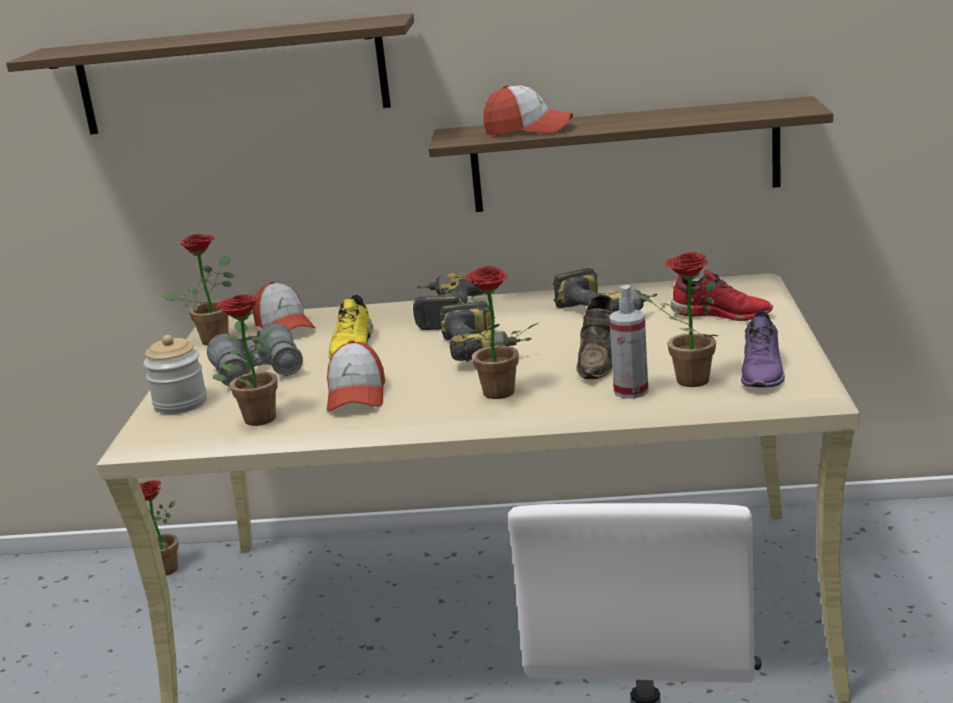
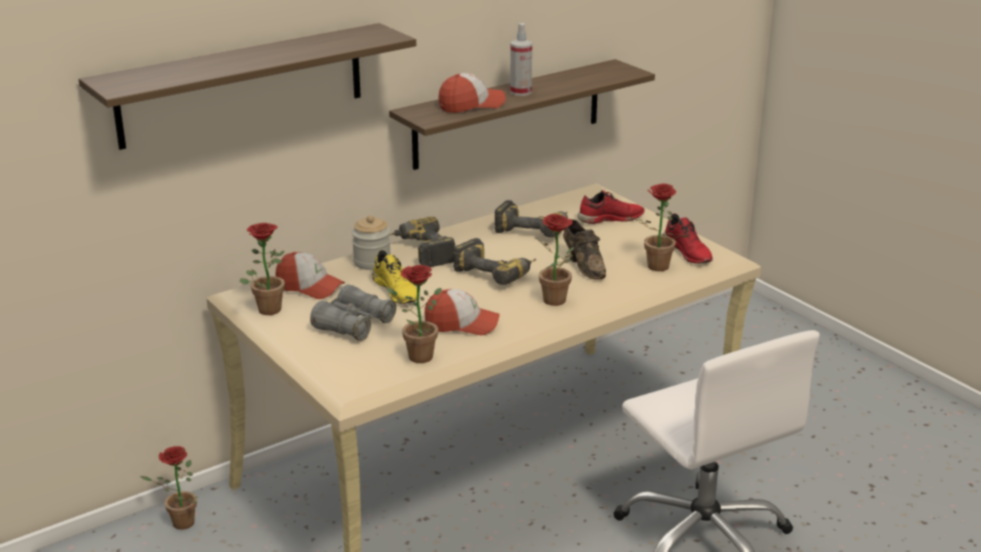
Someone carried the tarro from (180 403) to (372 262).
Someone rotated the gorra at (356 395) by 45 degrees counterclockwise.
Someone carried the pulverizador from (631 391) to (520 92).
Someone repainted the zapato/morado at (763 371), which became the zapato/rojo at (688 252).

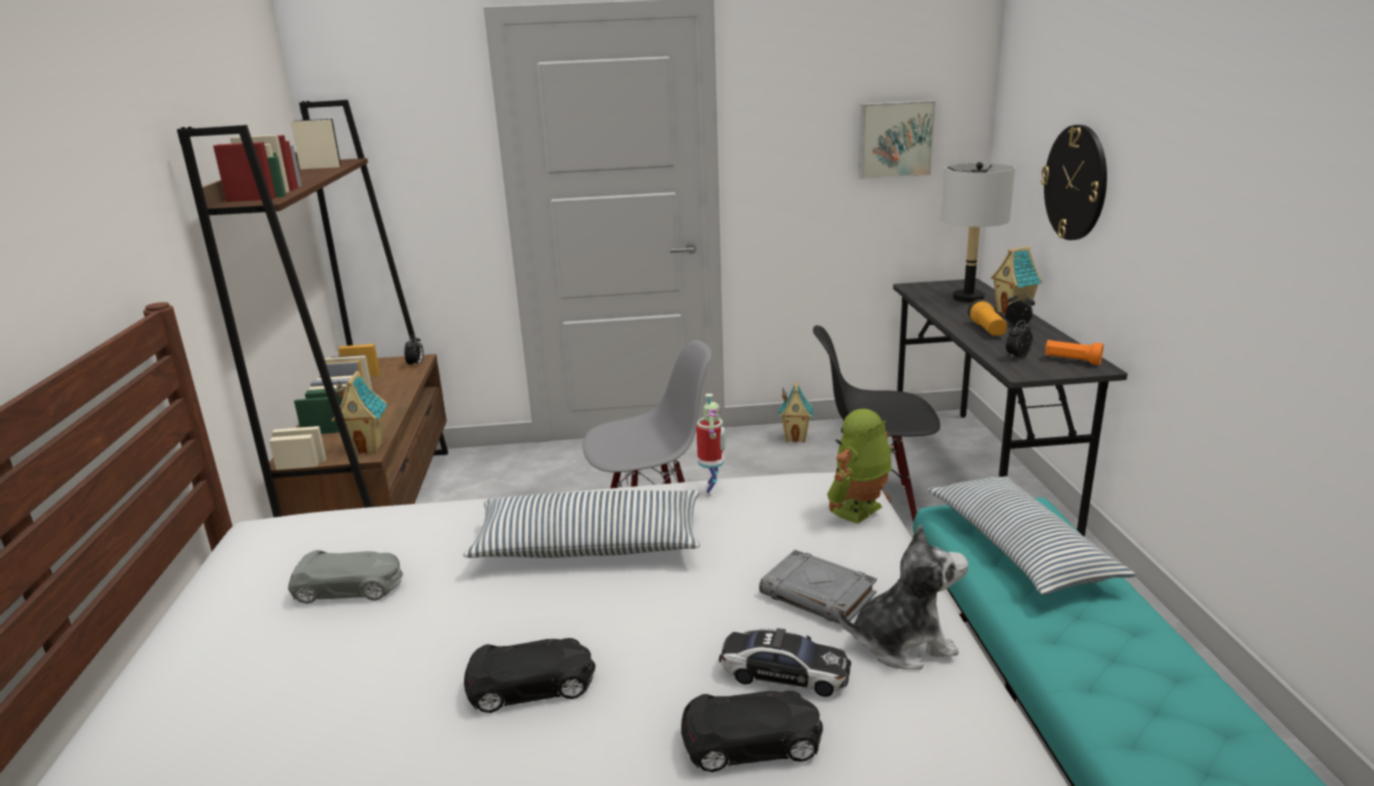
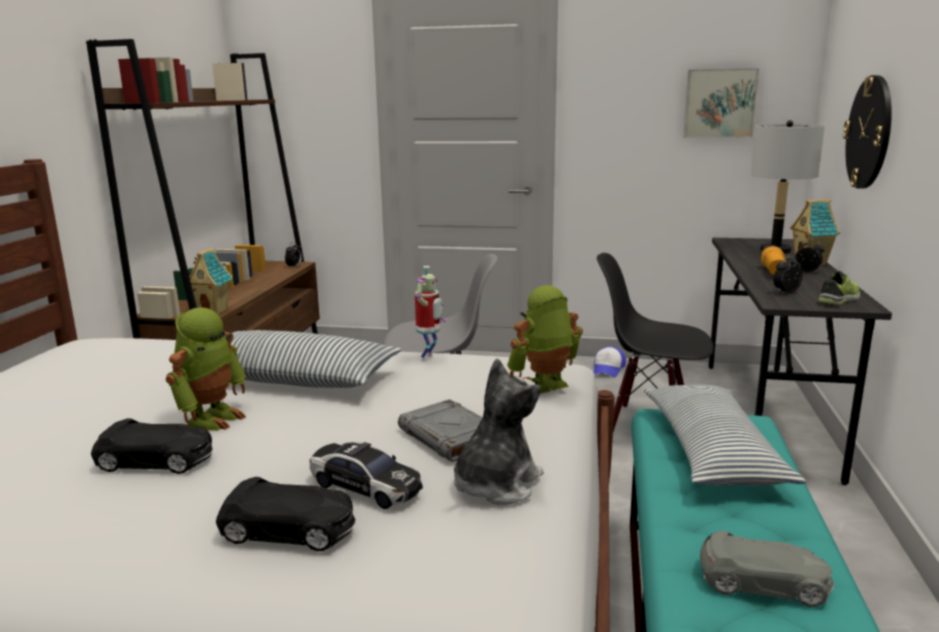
Someone put down the robot de juguete at (212 418).
Someone rotated the peluche at (902 643) by 60 degrees counterclockwise.
Someone swapped the casita at (796 438) for the gorra at (608 369).
Someone carried the coche de juguete/gris from (350 587) to (763 582).
Someone swapped the linterna/naranja at (1071 361) for the zapato at (839 299).

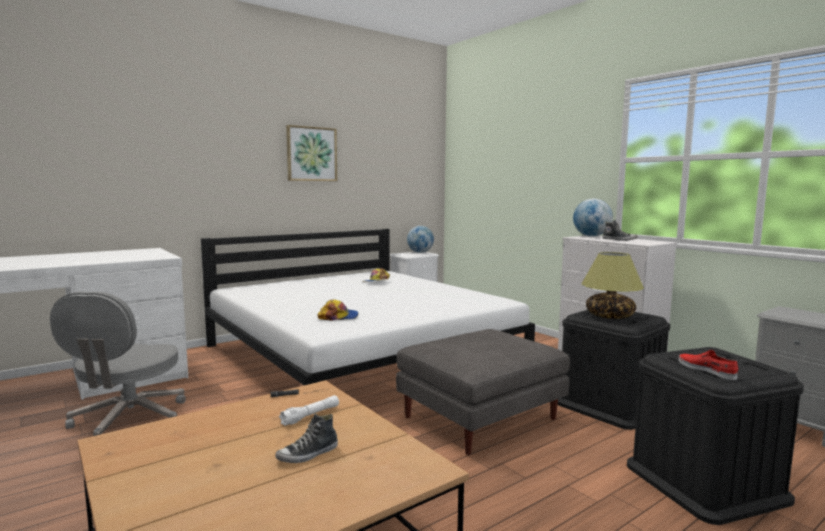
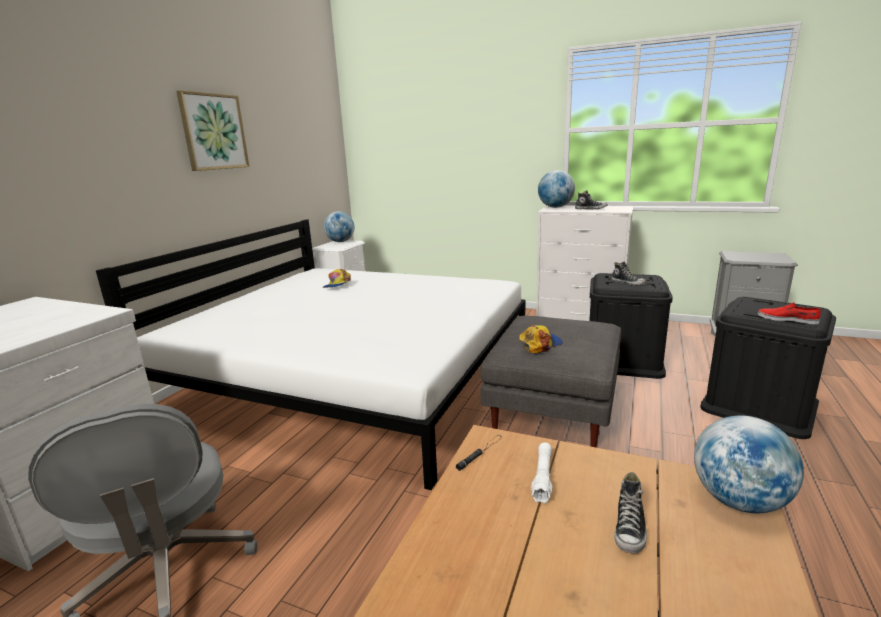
Someone carried the gorra from (338 317) to (540 344).
Someone swapped the lámpara de mesa at (609 316) for the zapato at (628 283).
Someone put down the globo terráqueo at (738 501).

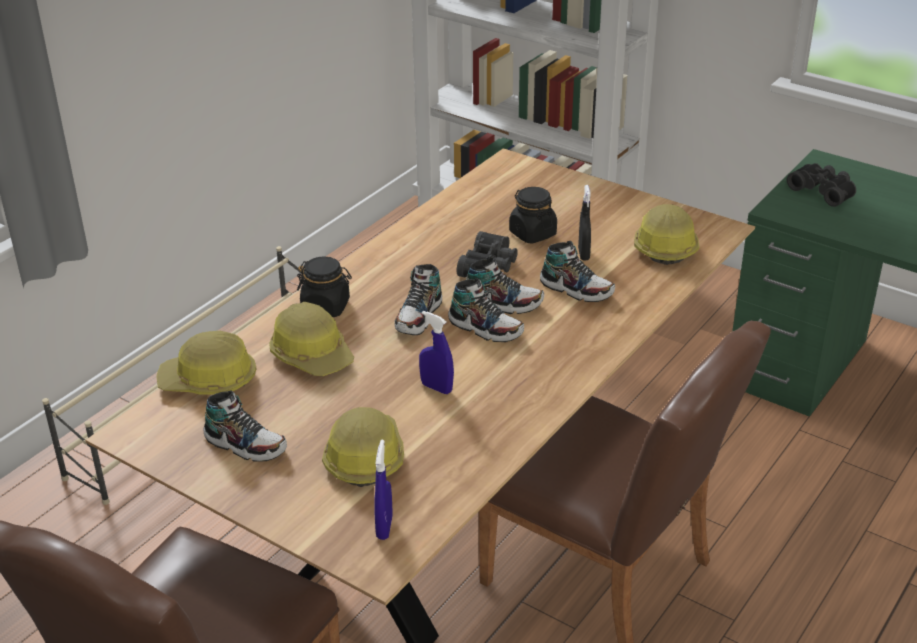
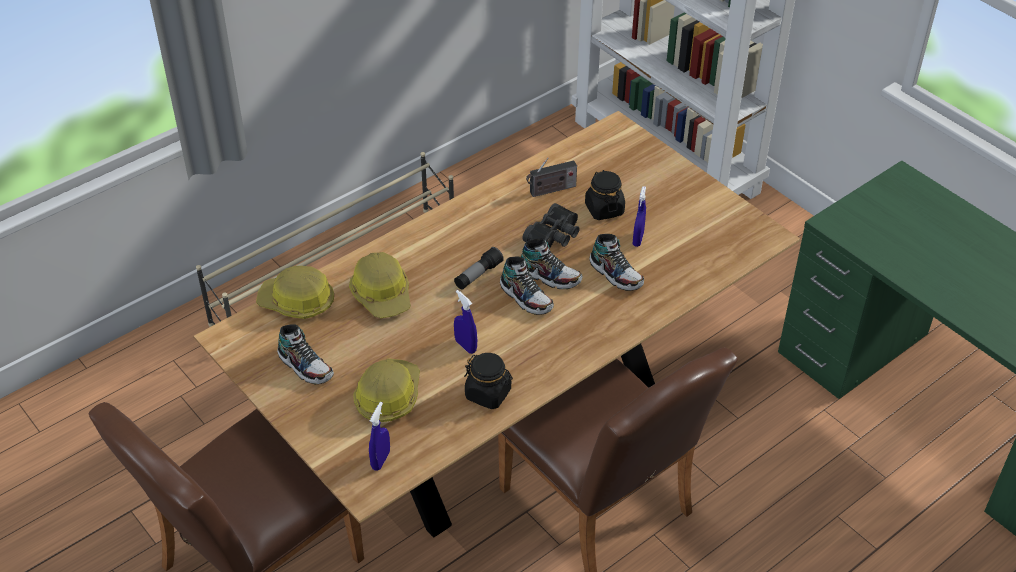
Someone swapped the zapato at (419 317) for the linterna at (478 275).
Someone carried the tarro/negro from (326 307) to (488 394).
Someone put down the radio at (550 190).
Someone repainted the pulverizador/negro at (583 254), which became the pulverizador/azul at (638 239).
Someone took away the casco at (664 246).
Someone took away the prismáticos/negro at (823 191).

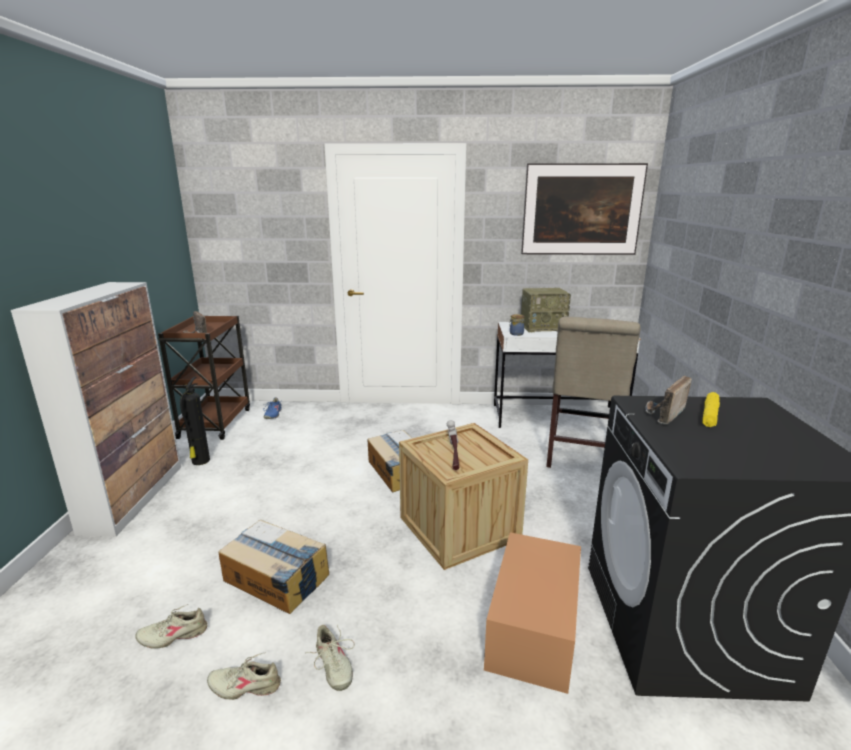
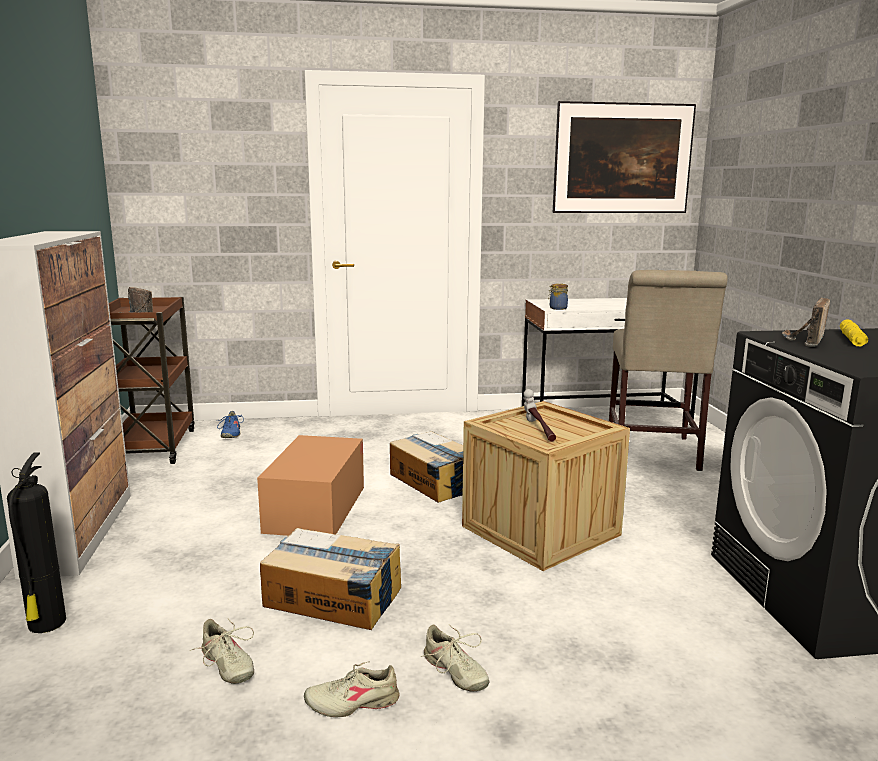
Someone carried the extintor from (200 461) to (46 625).
Someone rotated the zapato/beis at (174 635) by 105 degrees counterclockwise.
Someone carried the caja de cartón from (533 627) to (316 509).
Someone took away the radio at (543 327).

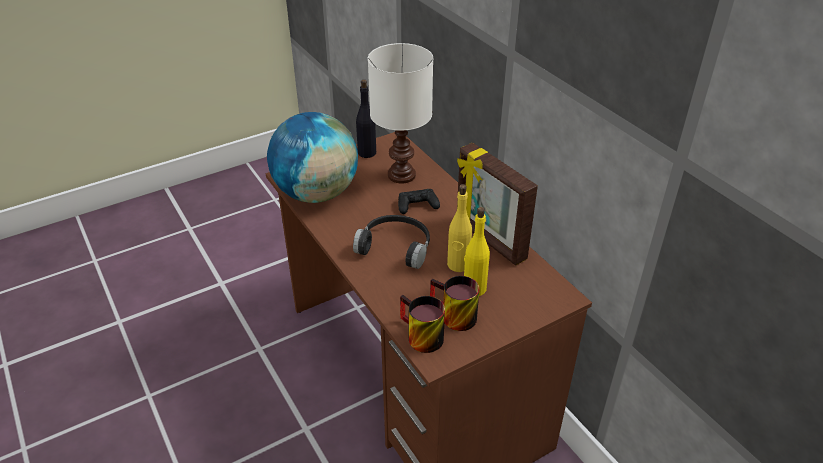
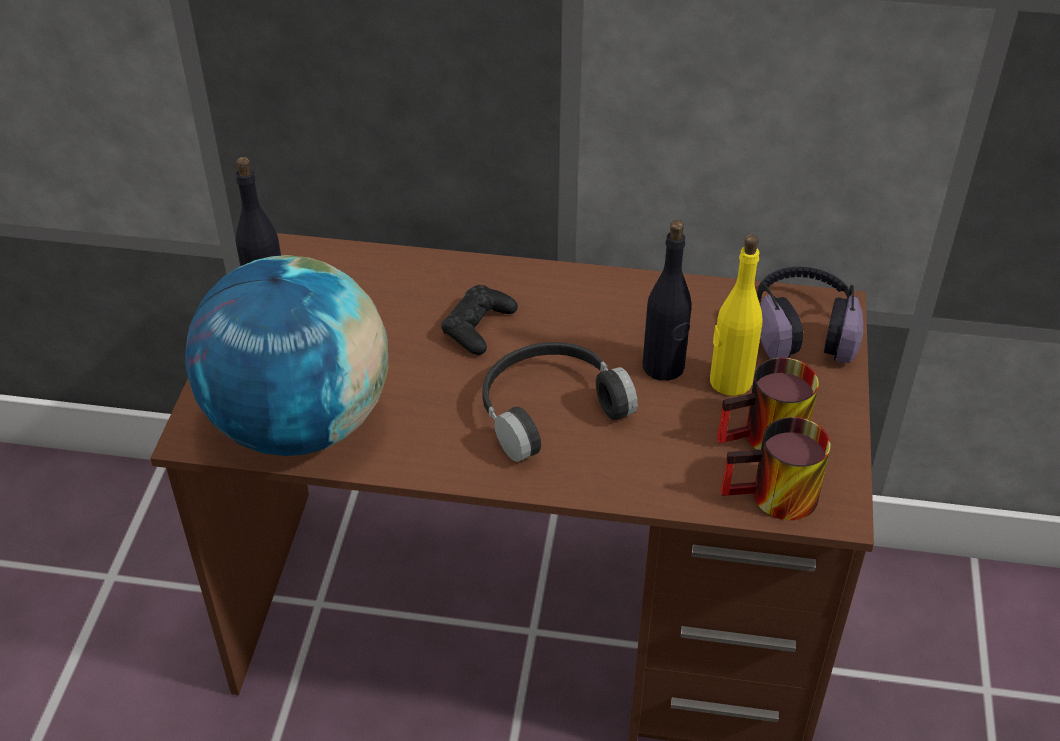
Someone repainted the botella/amarillo at (458 265), which became the botella/negro at (663 367).
Someone put down the auriculares at (803 329).
Someone took away the lámpara de mesa/blanco at (400 175).
Someone took away the portarretratos at (489 240).

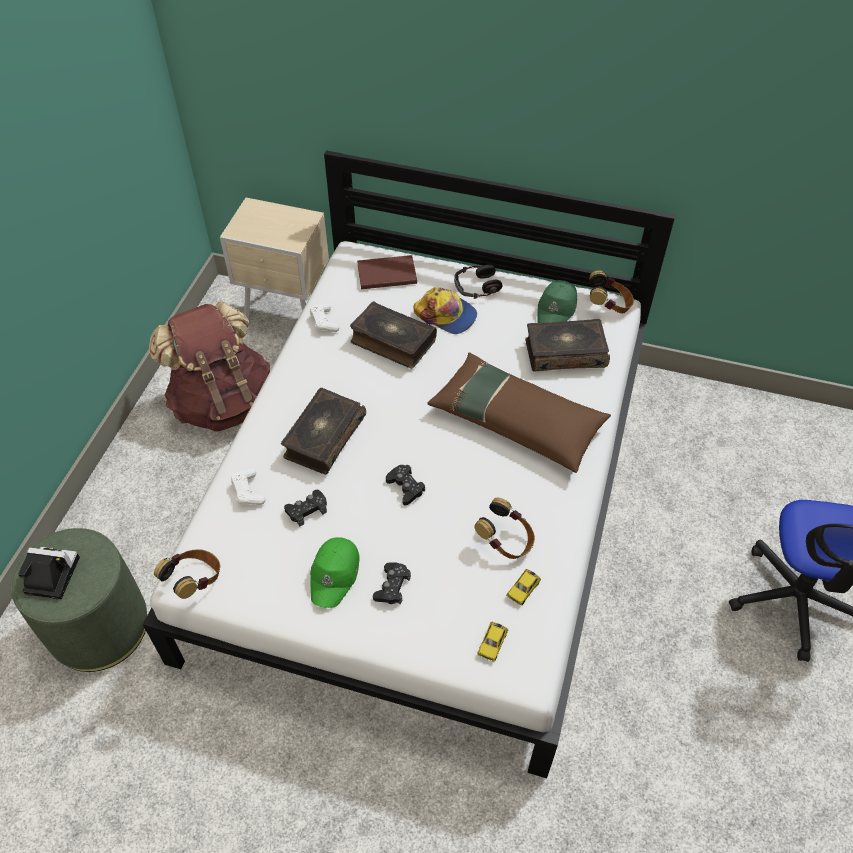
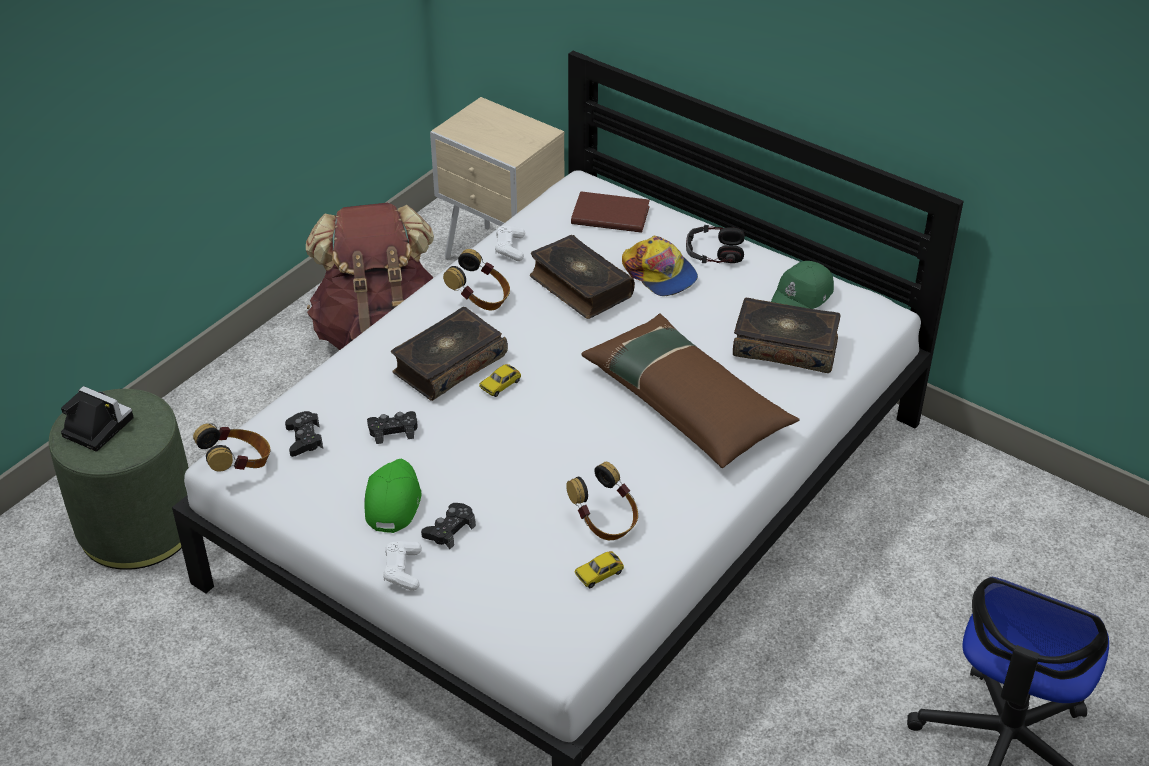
Someone carried the mando de consola/negro from (405 487) to (304 439).
Someone rotated the gorra/verde at (335 574) by 150 degrees clockwise.
Someone carried the mando de consola/blanco from (248 491) to (403 570).
Someone carried the auriculares from (609 306) to (480 299).
Someone carried the coche de juguete from (492 644) to (500 384).

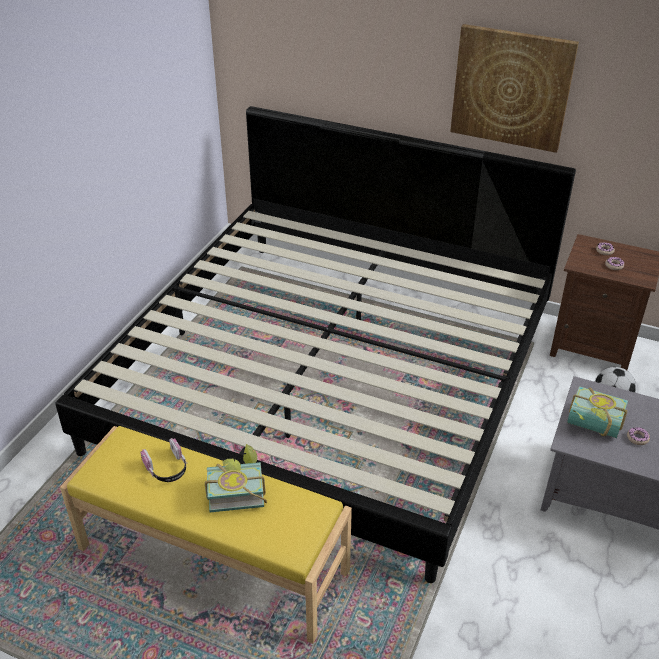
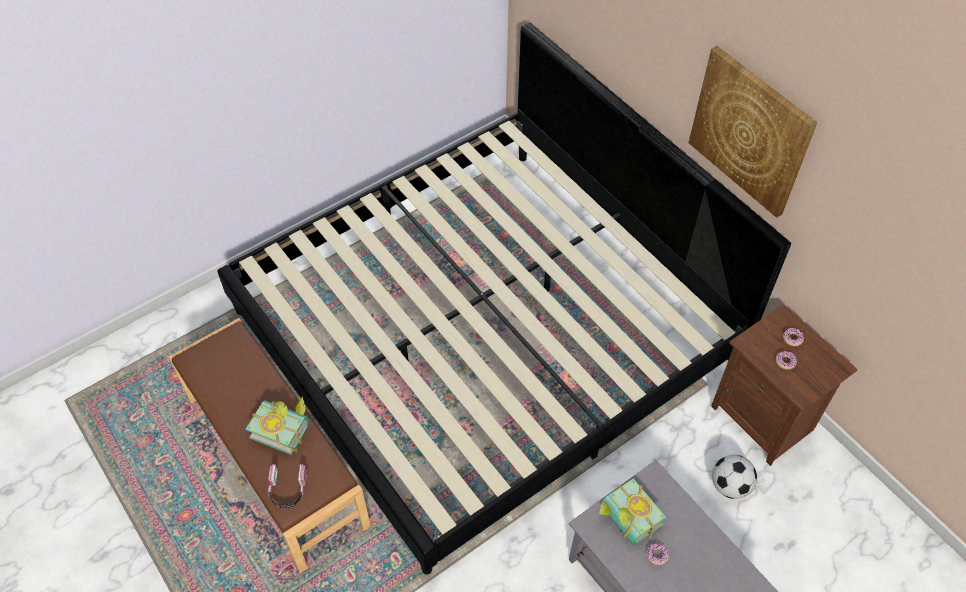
Someone repainted the banco/amarillo at (213 558), which became the banco/marrón at (277 460).
Someone carried the auriculares from (167 469) to (287 490).

